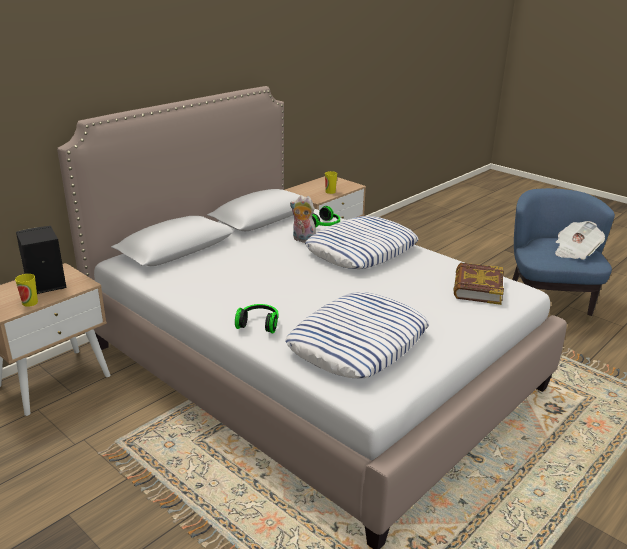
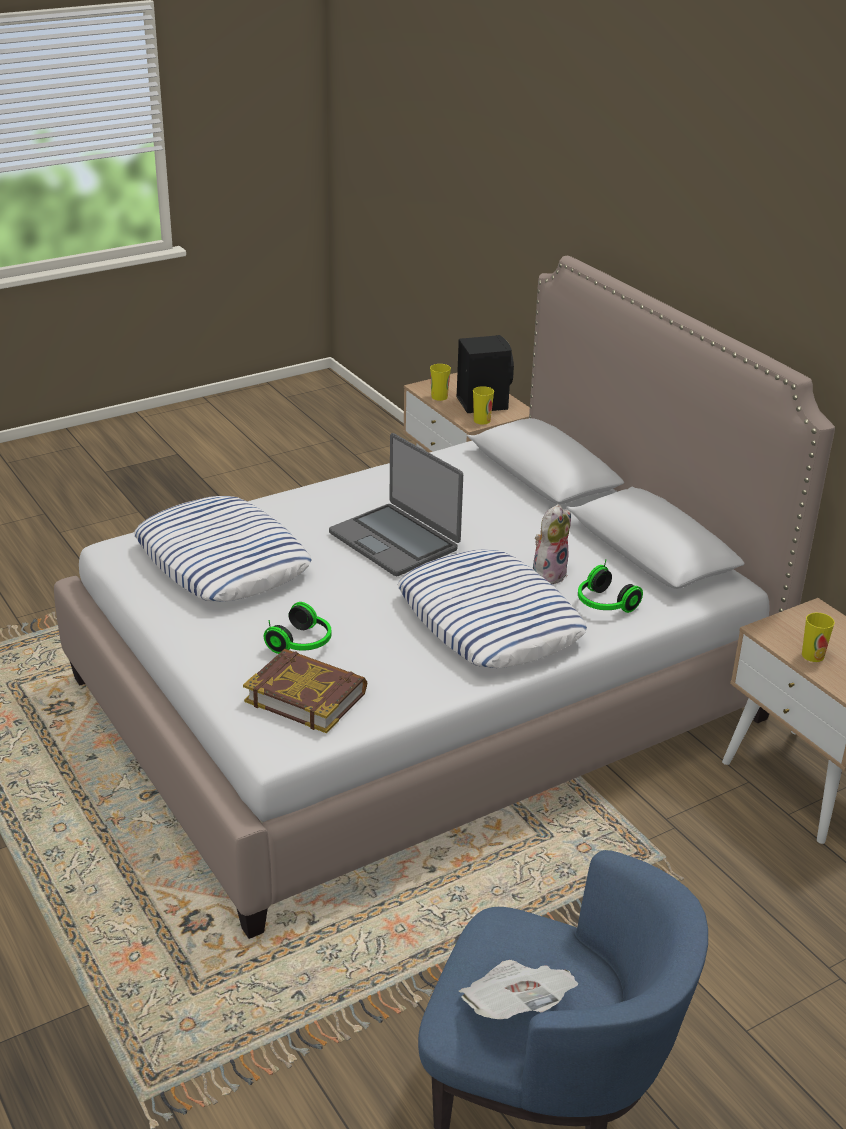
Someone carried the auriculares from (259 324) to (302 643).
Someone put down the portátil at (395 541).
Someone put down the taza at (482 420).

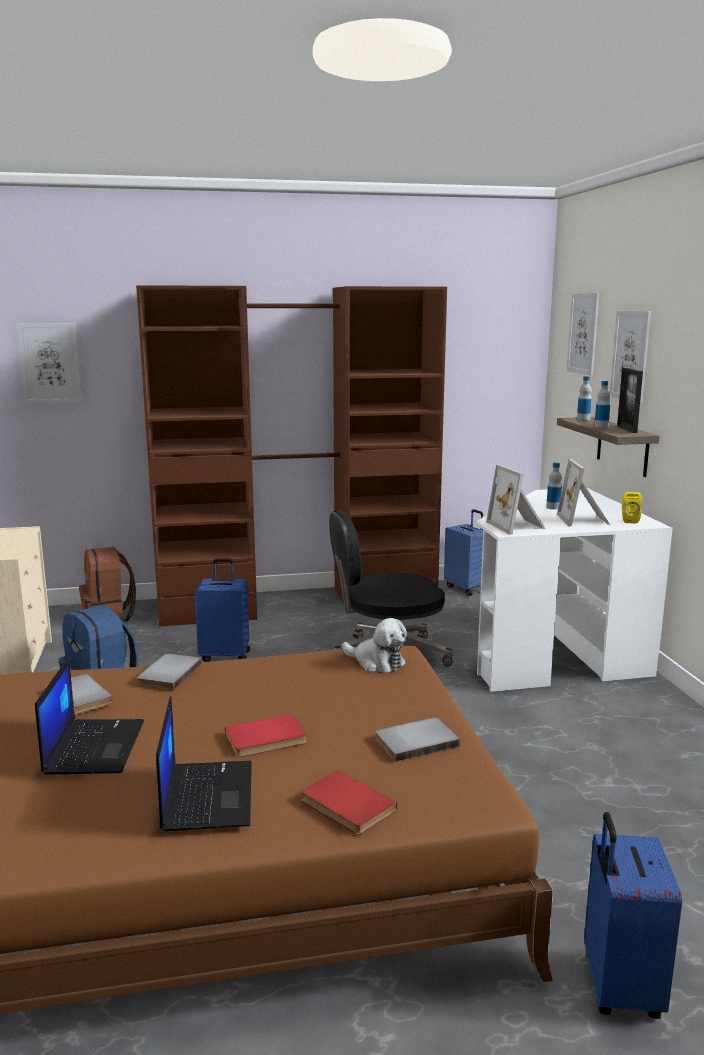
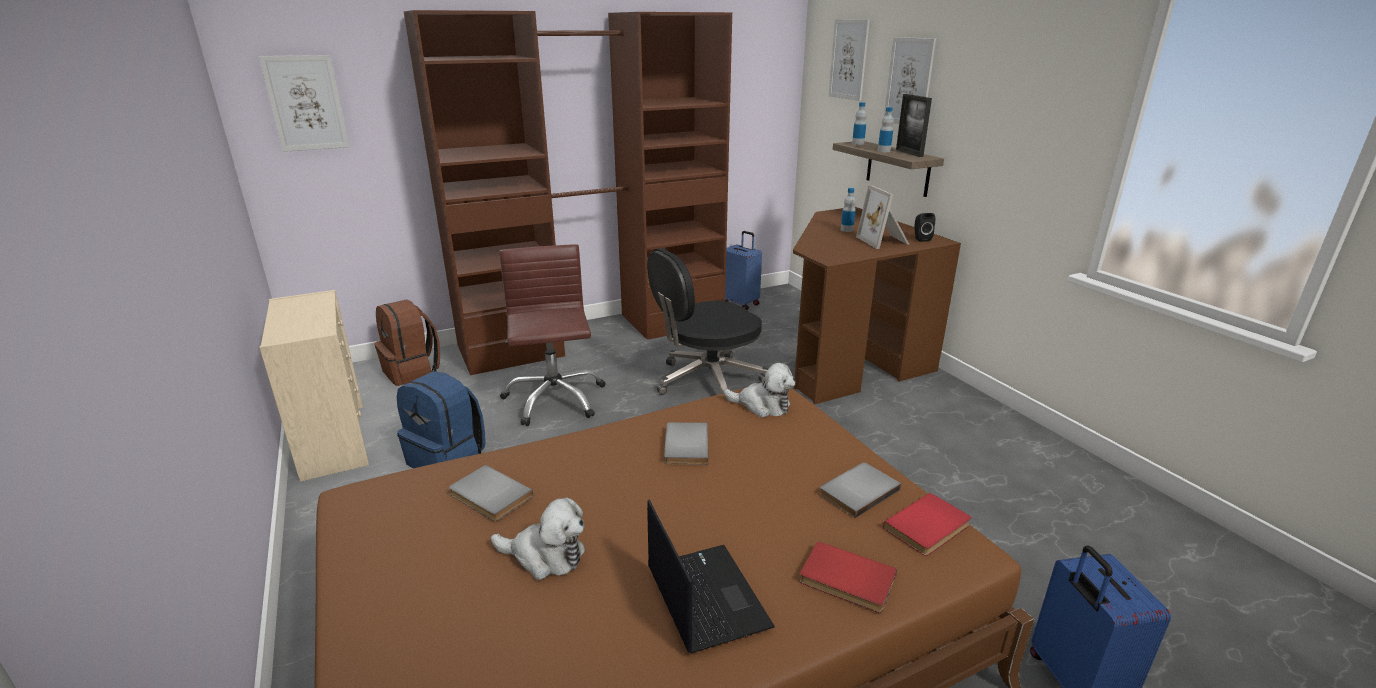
Someone swapped the portátil at (94 746) for the peluche at (545 556).
Someone swapped the maleta/azul at (225 655) for the silla de oficina/marrón at (554 399).
Someone carried the libro/gris from (167 674) to (684 445).
Someone repainted the escritorio/blanco at (555 651), which became the escritorio/marrón at (846 357).
Someone carried the libro/rojo from (266 740) to (929 528).
Someone repainted the altavoz/amarillo at (629 521), which became the altavoz/negro at (921 239).
Someone took away the portarretratos at (517 526).

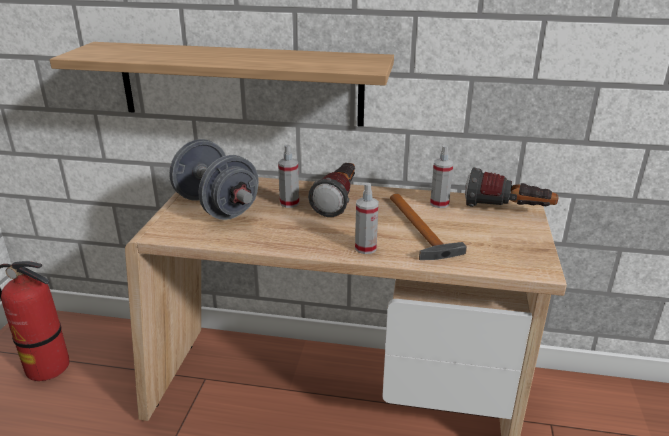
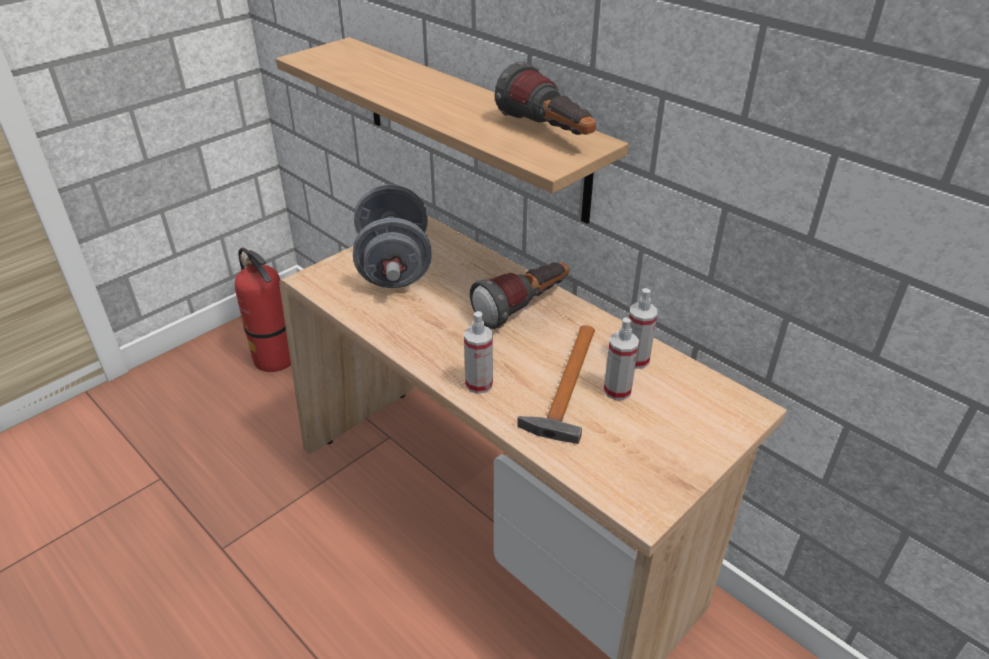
Someone carried the linterna from (507 210) to (548 133).
Someone carried the pulverizador from (289 203) to (617 390).

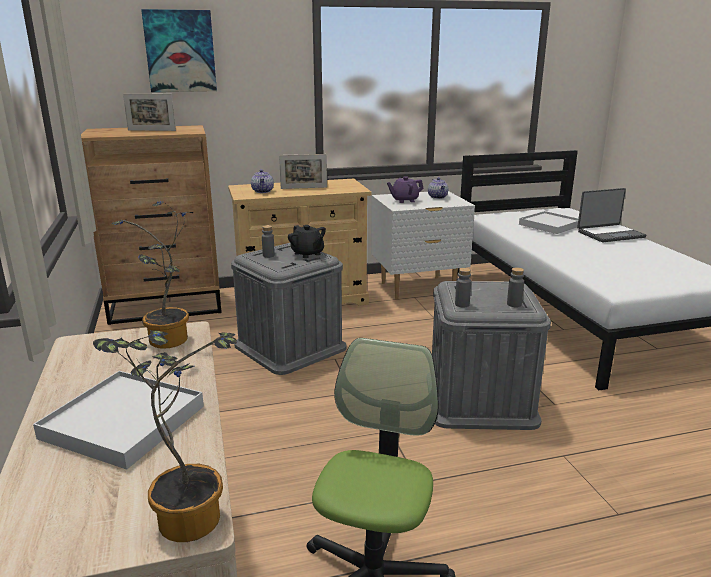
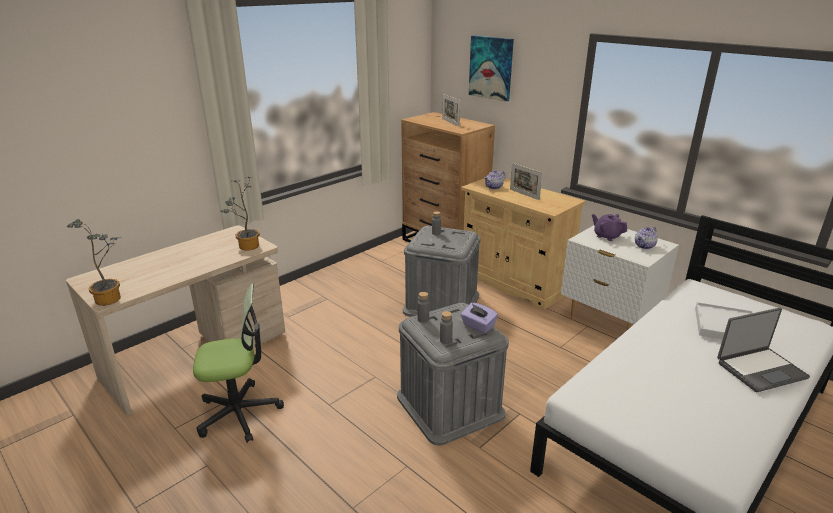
Someone put down the caja de pañuelos/morado at (478 326).
Someone rotated the portátil at (609 234) by 60 degrees counterclockwise.
Someone took away the bandeja/blanco at (124 422).
Someone took away the tetera/negro at (307 254).

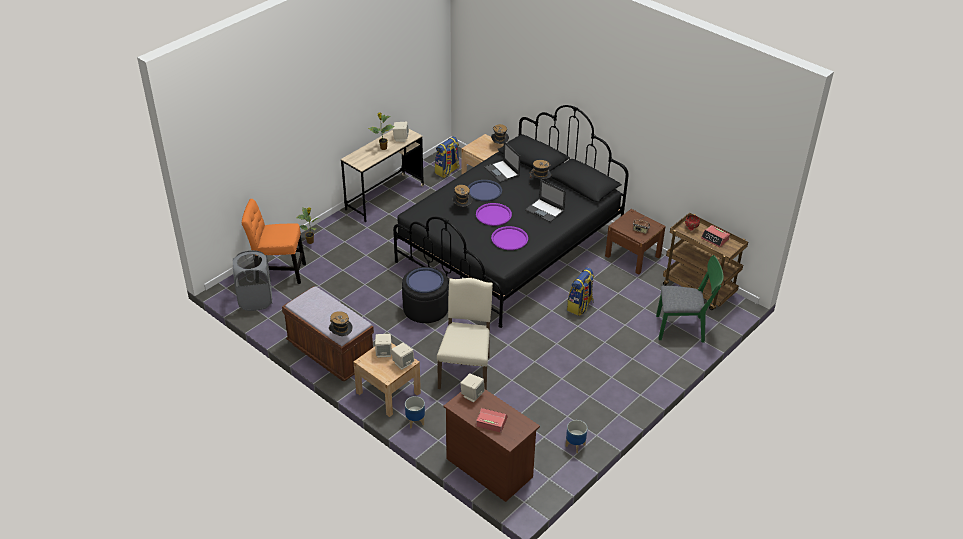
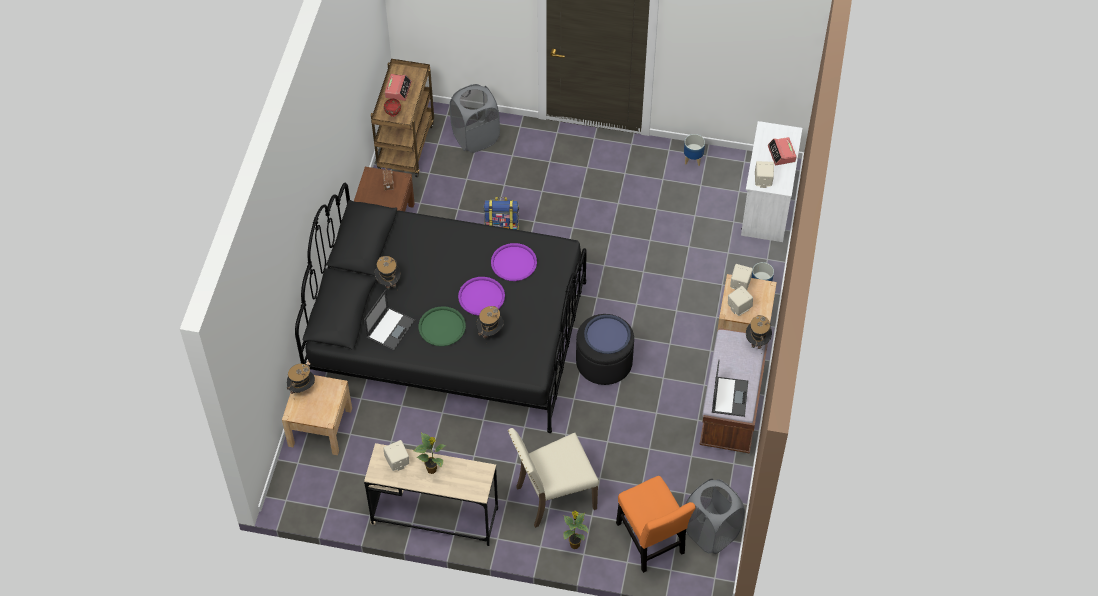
Someone repainted the bandeja/azul at (484 191), which became the bandeja/verde at (442 327).
Someone swapped the silla/verde at (684 328) for the cesto de la ropa/gris at (475 137).
Someone carried the silla/beis from (466 371) to (553 496).
Someone carried the portátil from (545 211) to (729 396).
Someone repainted the cómoda/marrón at (489 467), which became the cómoda/blanco at (766 207).
Someone took away the mochila at (447 171).

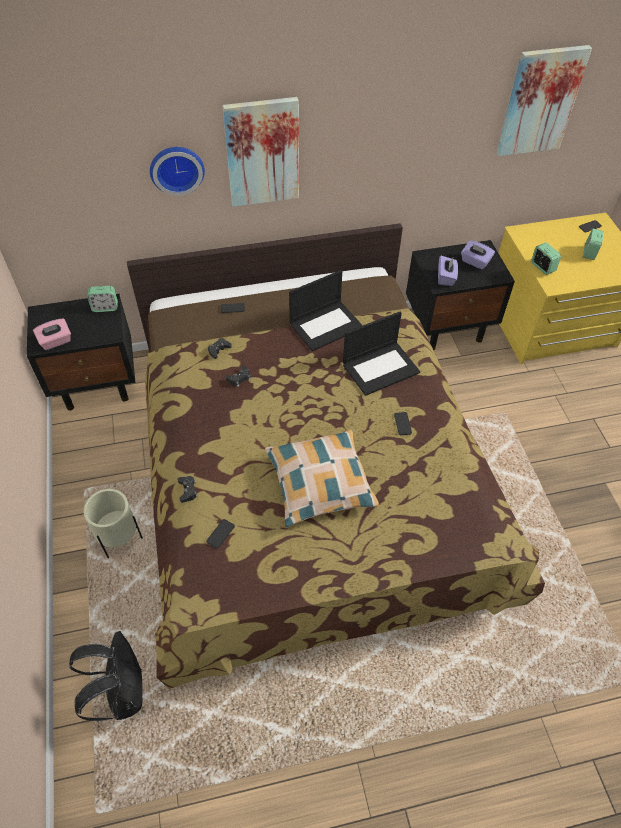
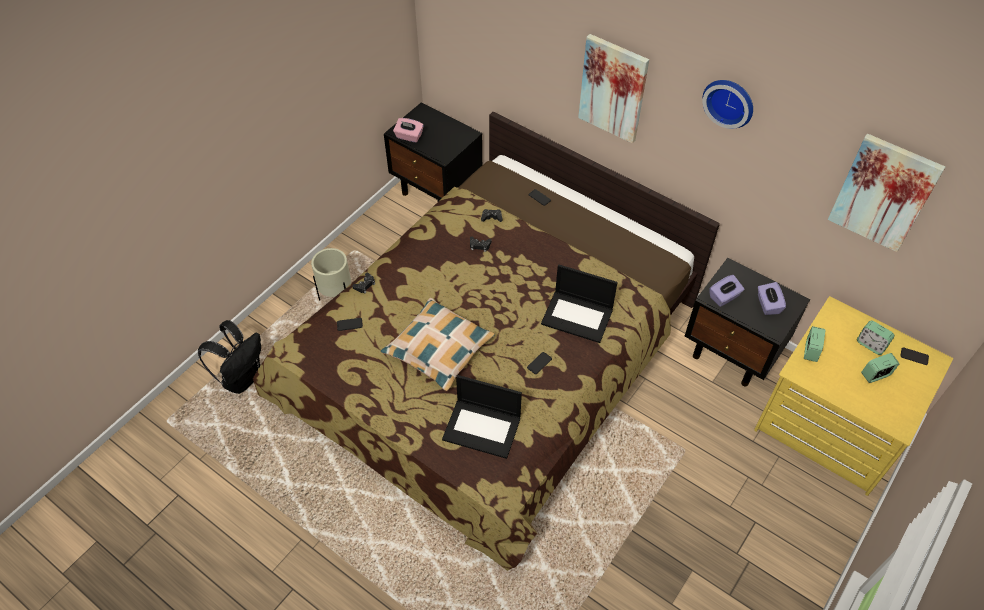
Someone carried the portátil from (326 325) to (483 428).
Someone carried the reloj de pared from (176 168) to (729 101).
Someone carried the despertador from (105 307) to (871 345).

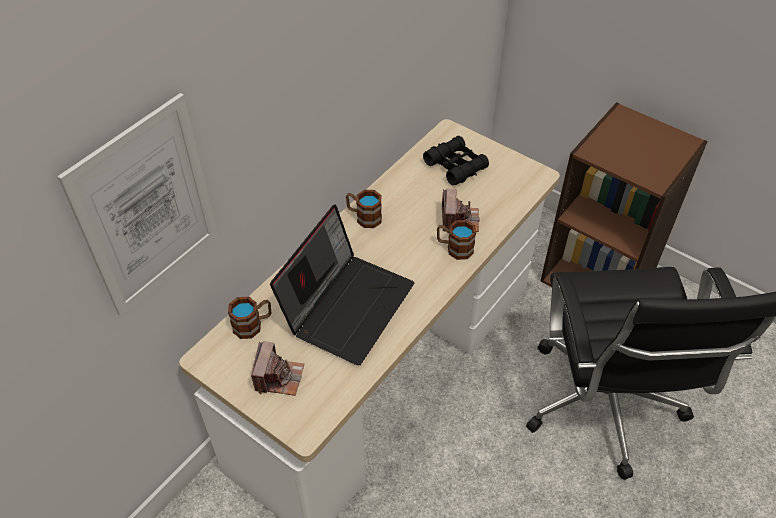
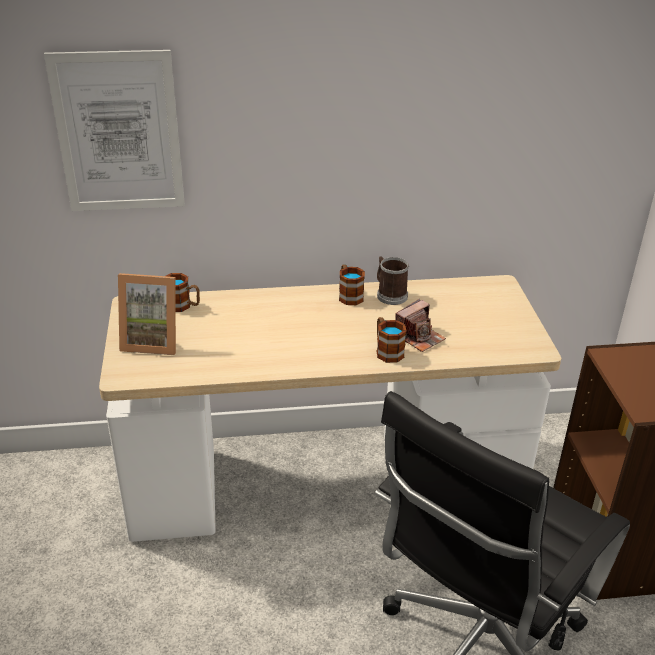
Someone swapped the cámara at (279 377) for the portarretratos at (152 341).
Someone put down the taza grande at (389 294).
Someone took away the portátil at (347 305).
Someone took away the prismáticos/negro at (455 166).

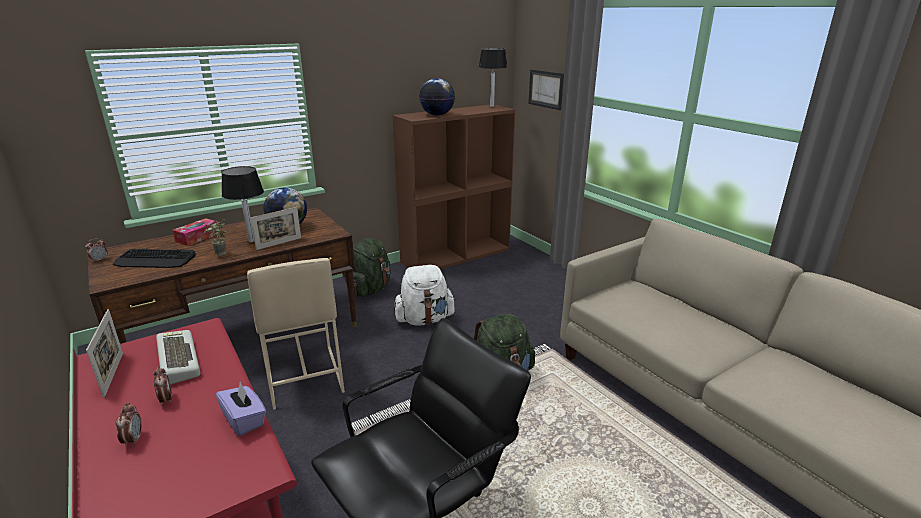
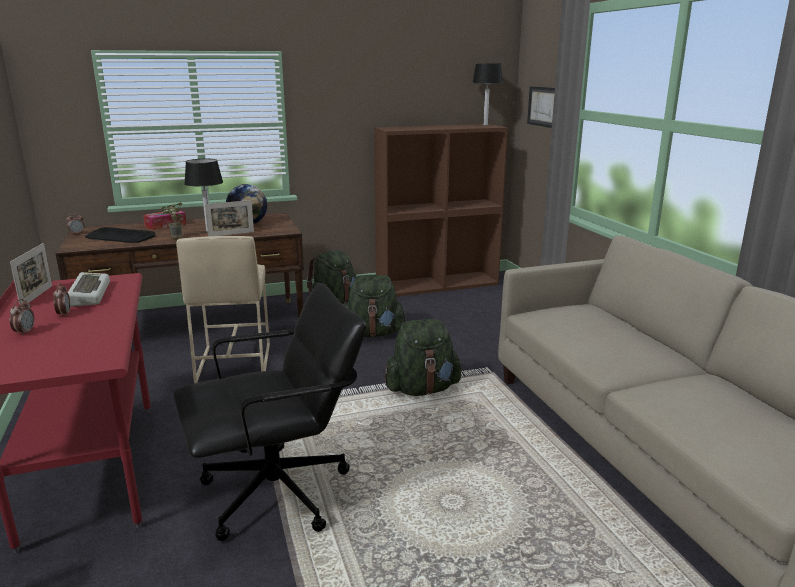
Someone repainted the mochila/blanco at (425 319), which became the mochila/verde at (373 333).
Someone took away the caja de pañuelos/morado at (244 420).
Someone took away the globo terráqueo at (437 115).

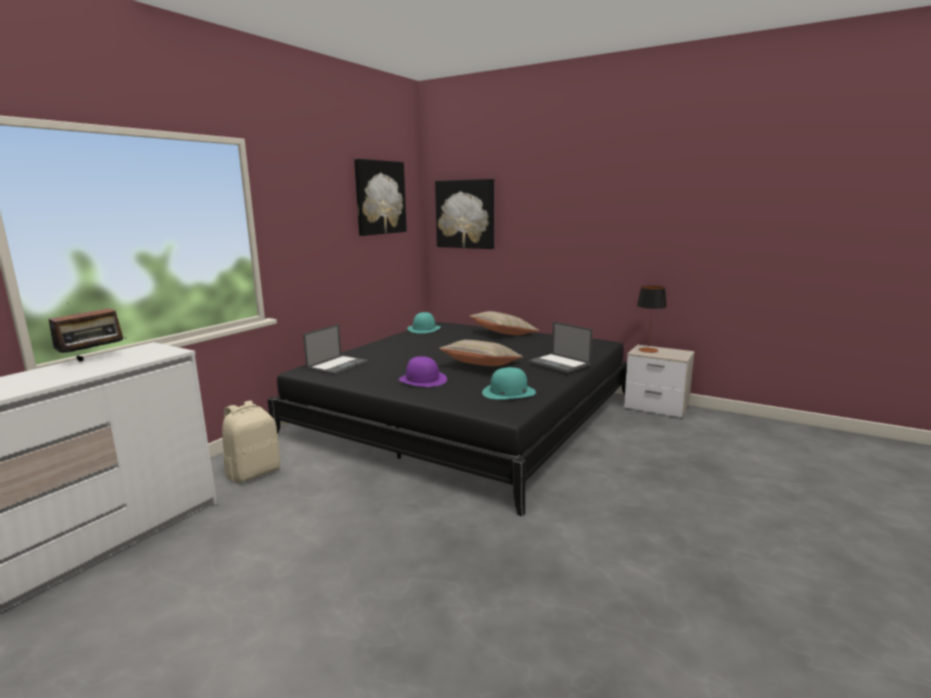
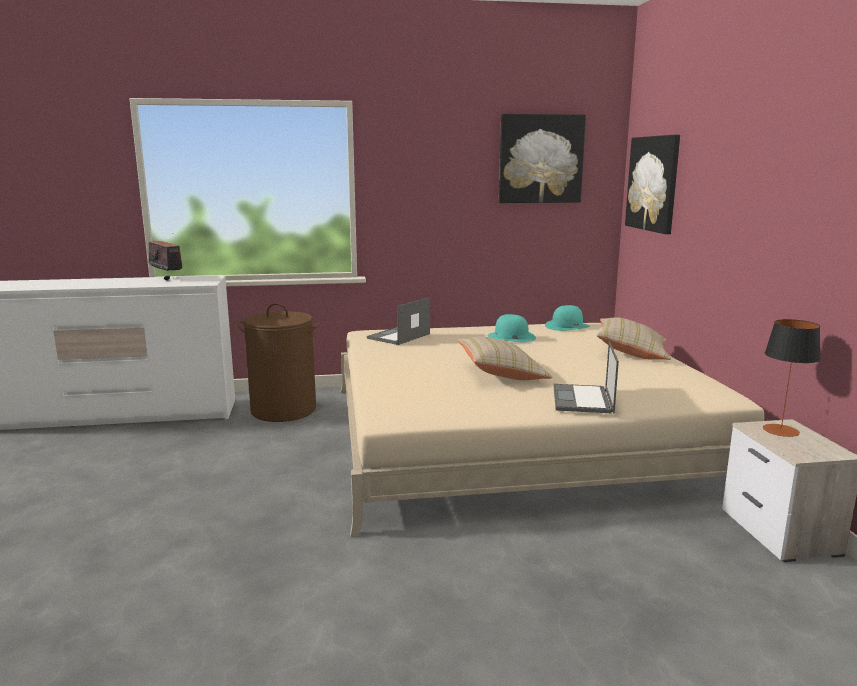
Someone rotated the radio at (94 360) by 135 degrees counterclockwise.
Someone swapped the mochila/beis at (254 472) for the cesto de la ropa/marrón at (284 410).
Someone repainted the cama/negro at (464 416), which became the cama/beis at (514 436).
Someone rotated the portátil at (338 365) by 135 degrees clockwise.
Someone carried the sombrero/turquesa from (508 392) to (511 337).
Someone took away the sombrero/morado at (423 379).

